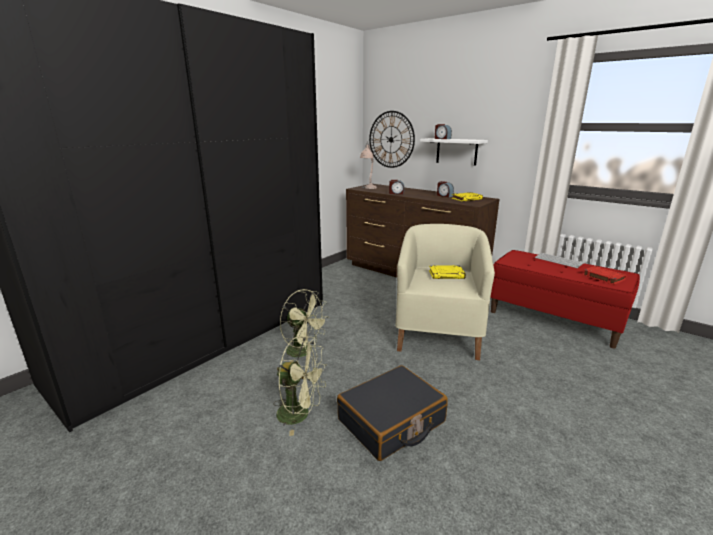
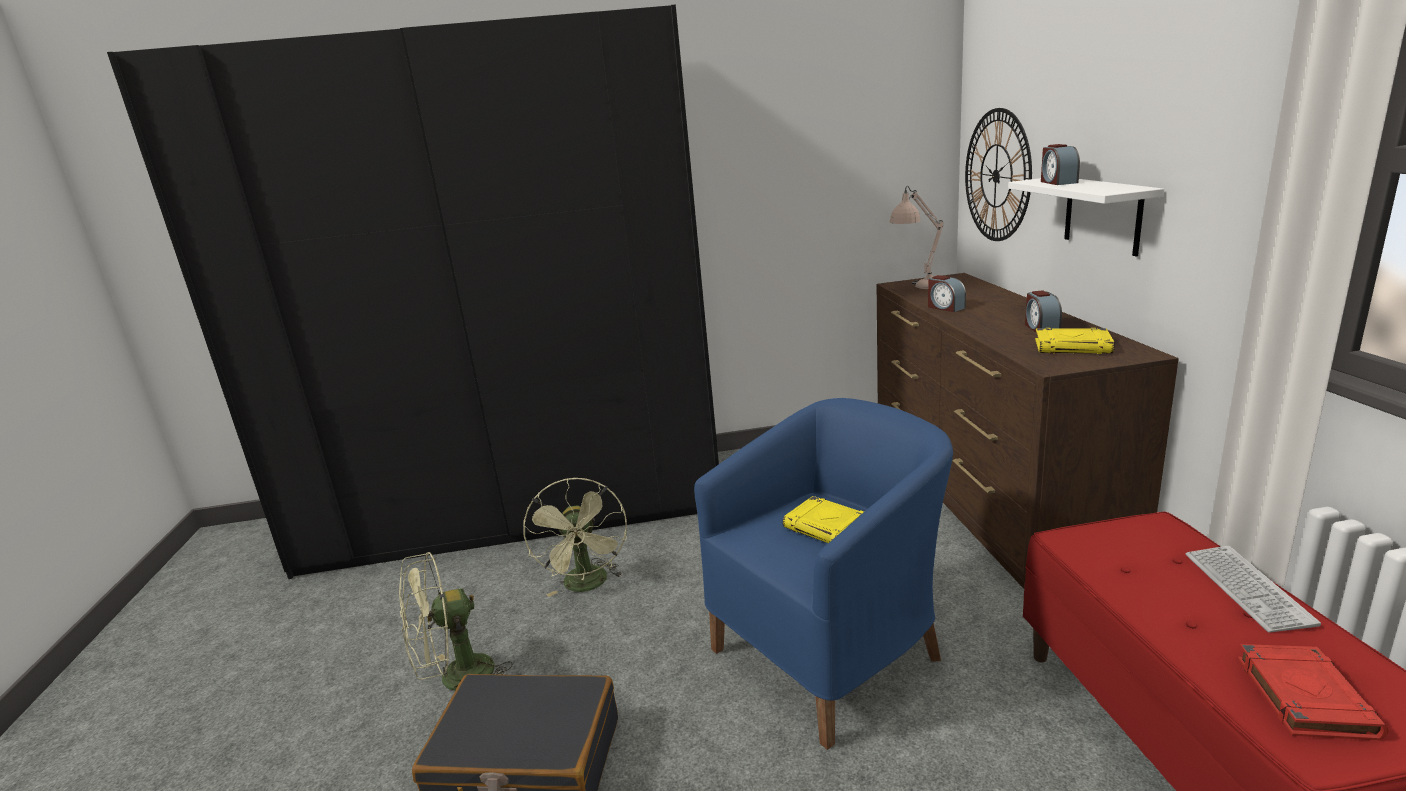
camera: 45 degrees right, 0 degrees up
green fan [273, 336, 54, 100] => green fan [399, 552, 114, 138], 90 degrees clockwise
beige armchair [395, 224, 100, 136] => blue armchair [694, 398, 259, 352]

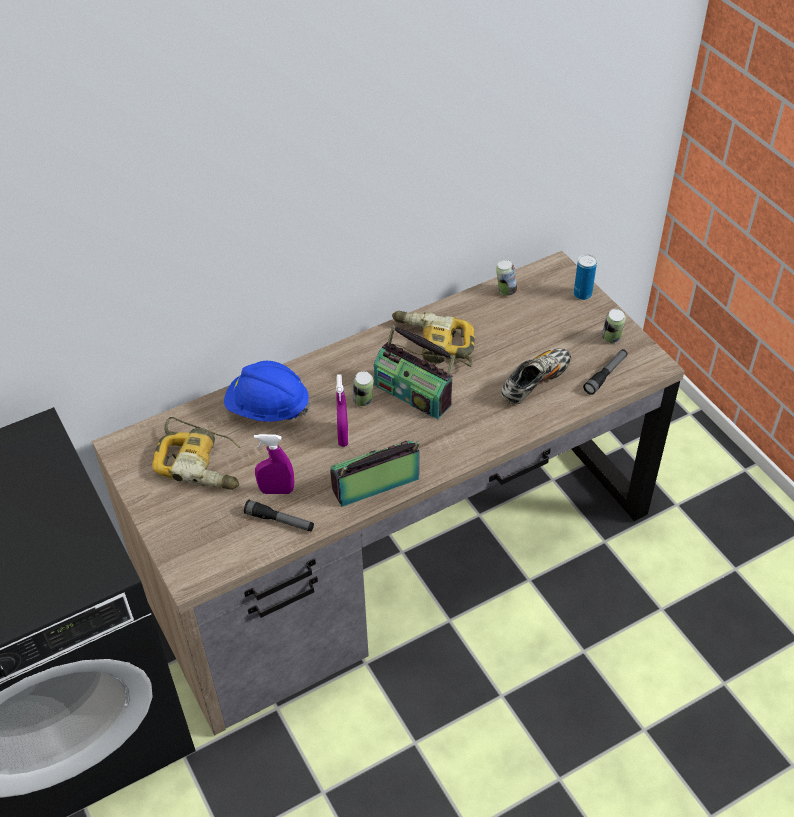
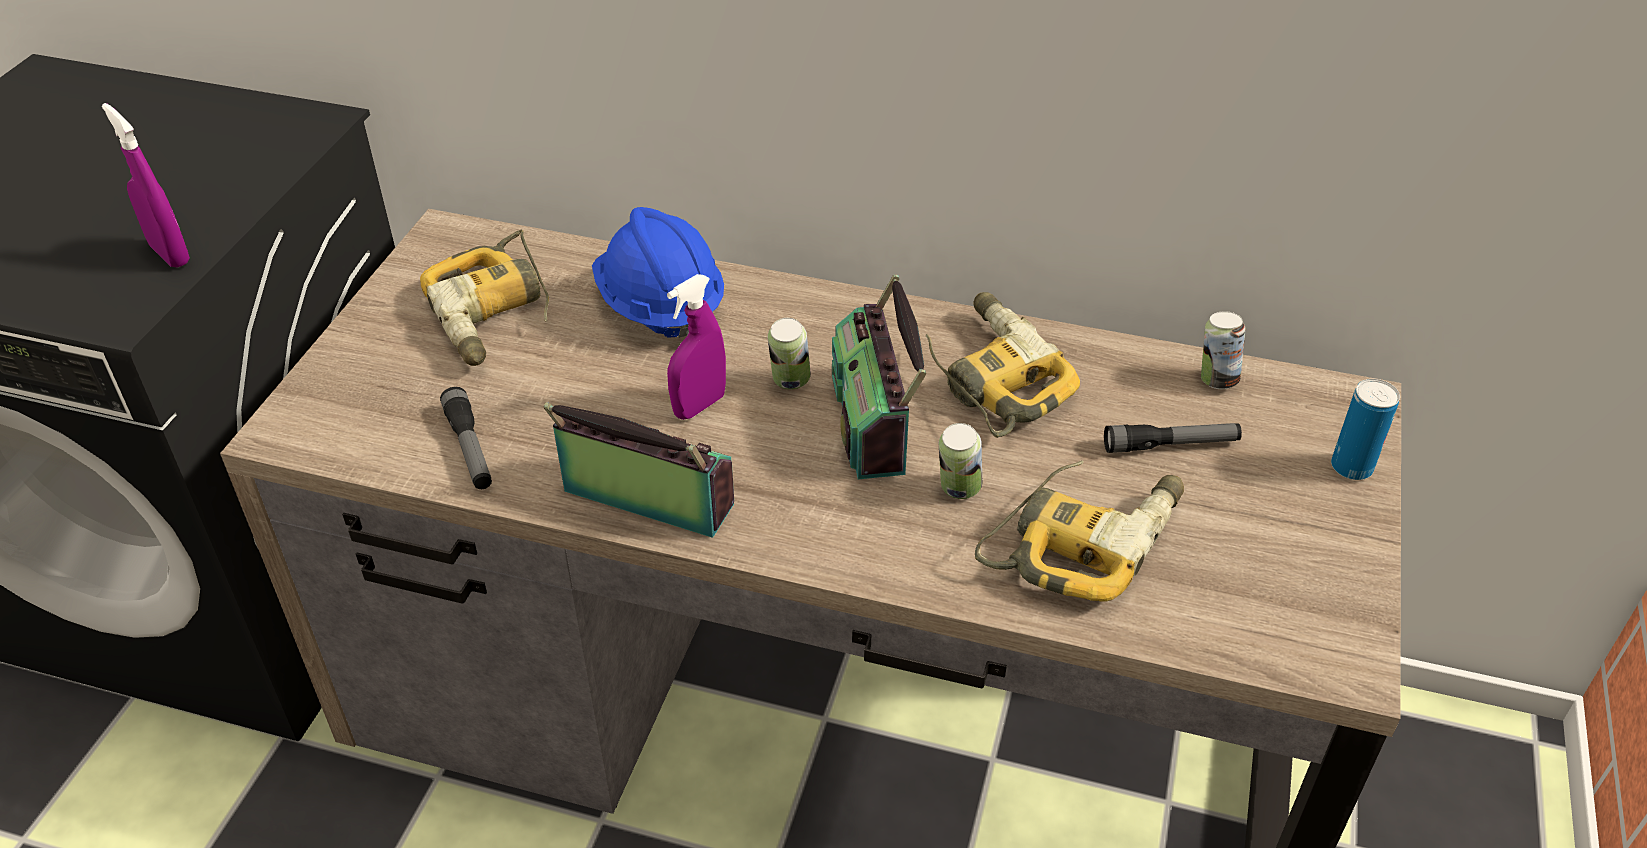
camera: 45 degrees right, 5 degrees down
purple spray bottle [254, 434, 40, 60] => purple spray bottle [102, 103, 88, 165], relocated
shoe [501, 349, 70, 55] => power drill [975, 461, 209, 141]
flashlight [583, 349, 45, 46] => flashlight [1104, 423, 138, 30], relocated
can [602, 309, 24, 34] => can [939, 423, 43, 76], relocated

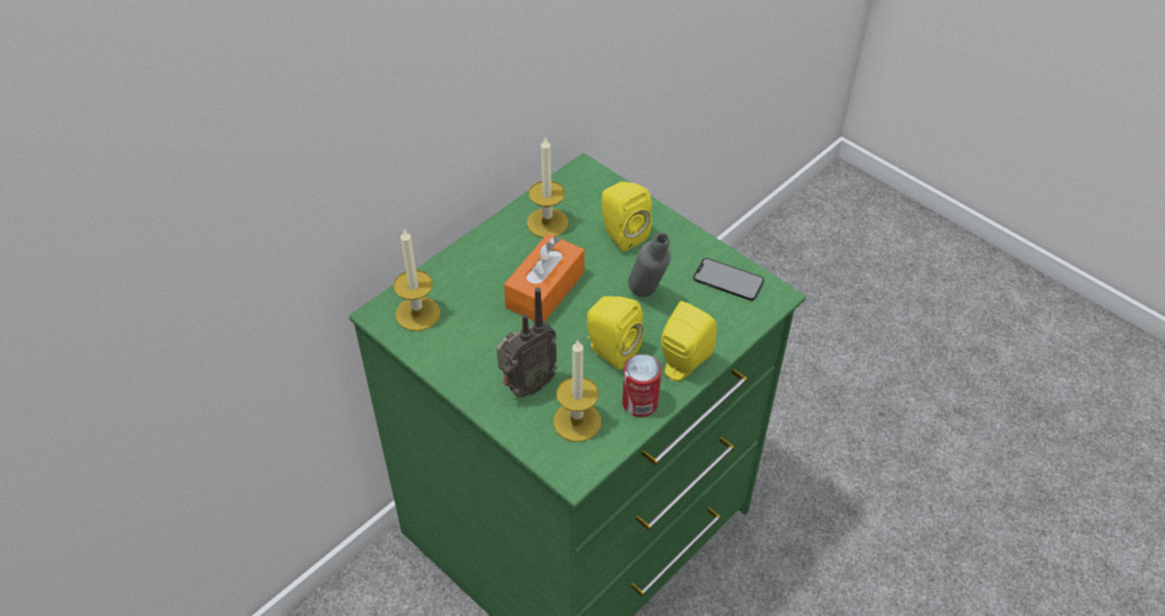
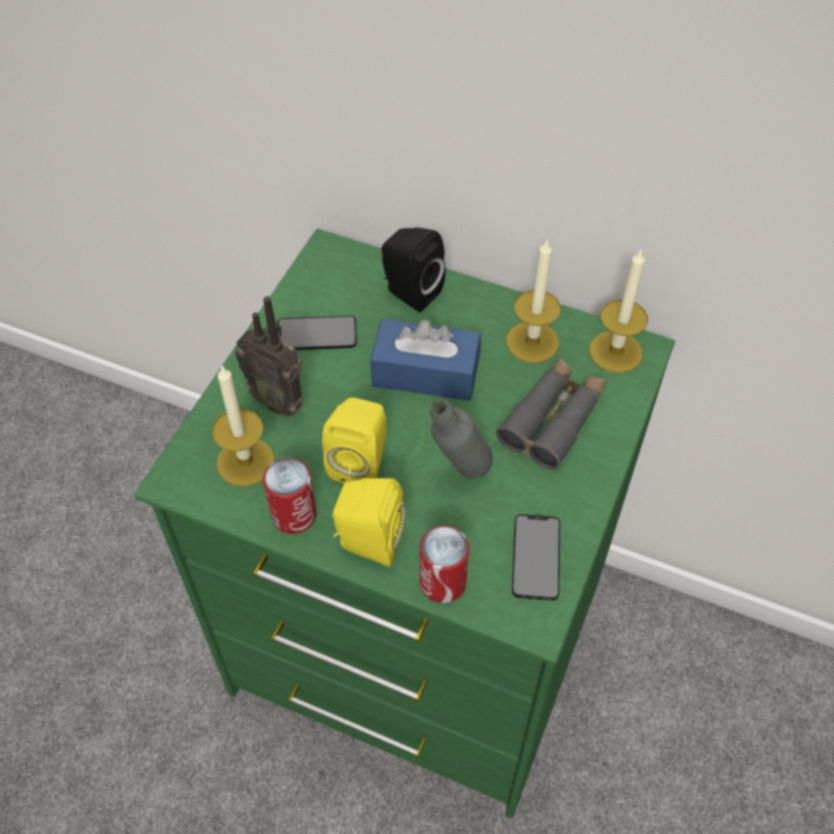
camera: 70 degrees right, 5 degrees up
candle [393, 228, 48, 103] => candle [589, 250, 59, 123], relocated
orange tissue box [504, 234, 80, 88] => blue tissue box [370, 319, 111, 82]
yellow speaker [601, 182, 51, 70] => grey binoculars [496, 357, 111, 112]
nothing => phone [277, 316, 80, 34]
nothing => black speaker [382, 227, 64, 85]
nothing => can [419, 526, 50, 77]

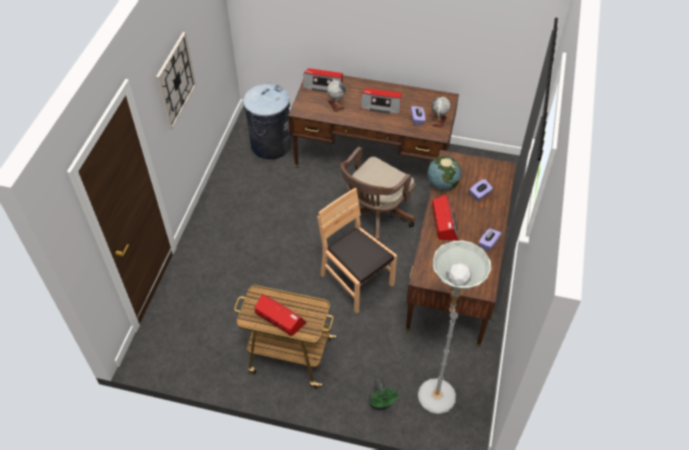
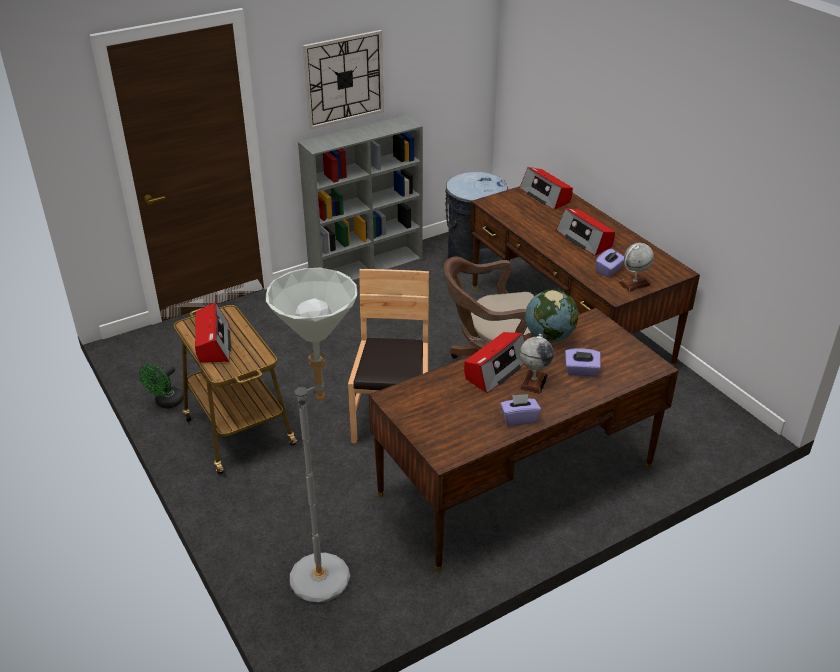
camera: 45 degrees right, 15 degrees down
globe [327, 79, 19, 33] => globe [520, 334, 34, 60], relocated
green fan [369, 379, 29, 31] => green fan [139, 363, 45, 46], relocated
nothing => grey bookcase [298, 115, 125, 166]

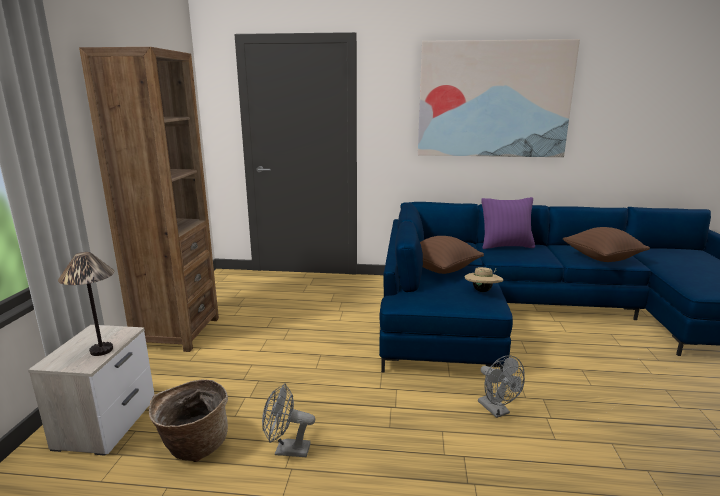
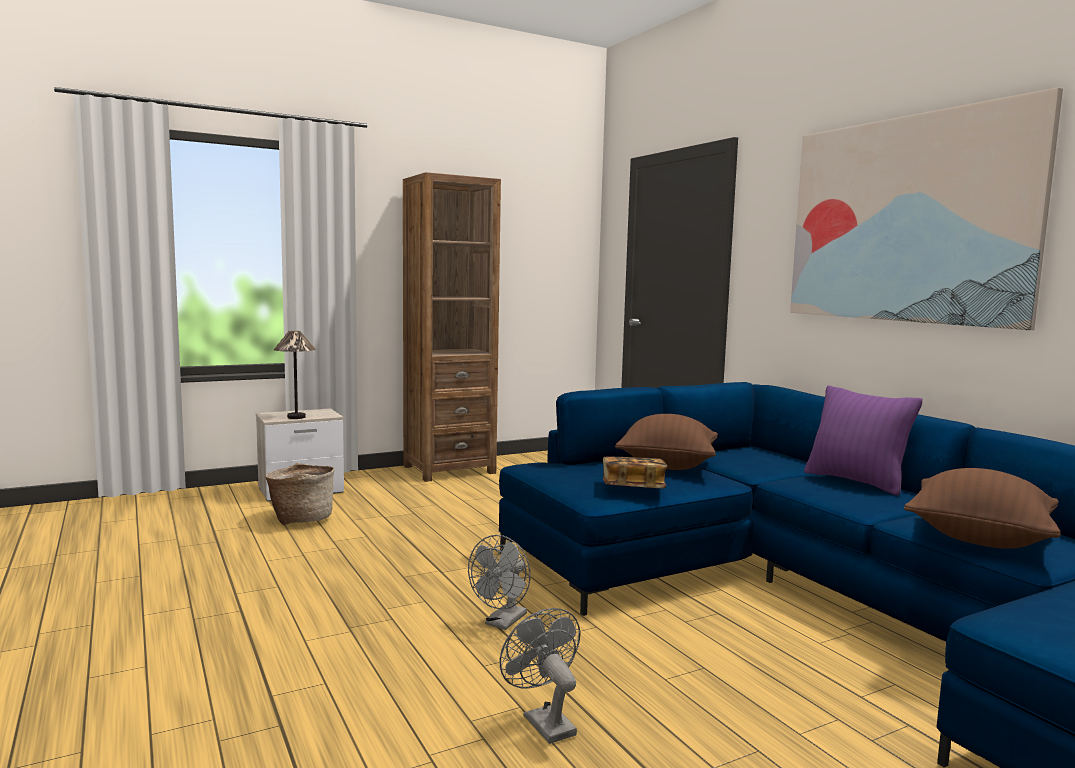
camera: 55 degrees right, 10 degrees down
grey fan [262, 383, 53, 74] => grey fan [500, 608, 81, 136], relocated
beige hat [465, 267, 38, 25] => book [603, 457, 65, 31]

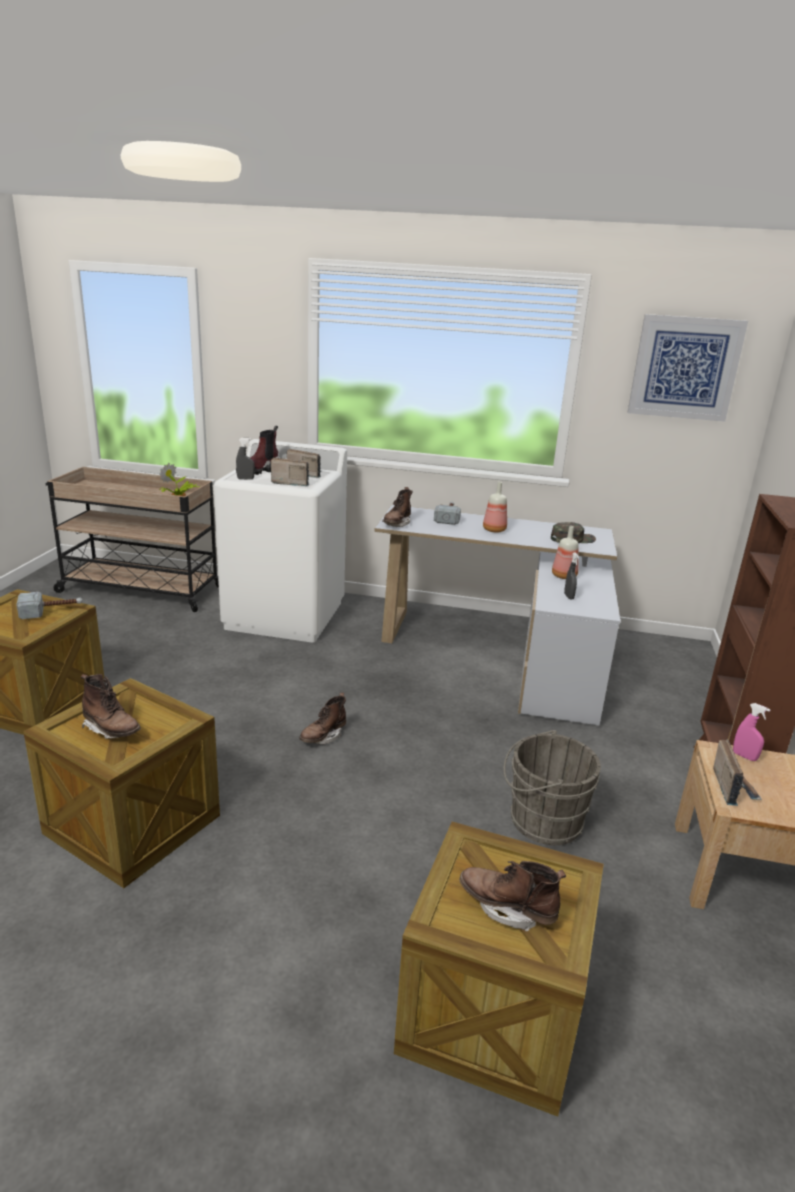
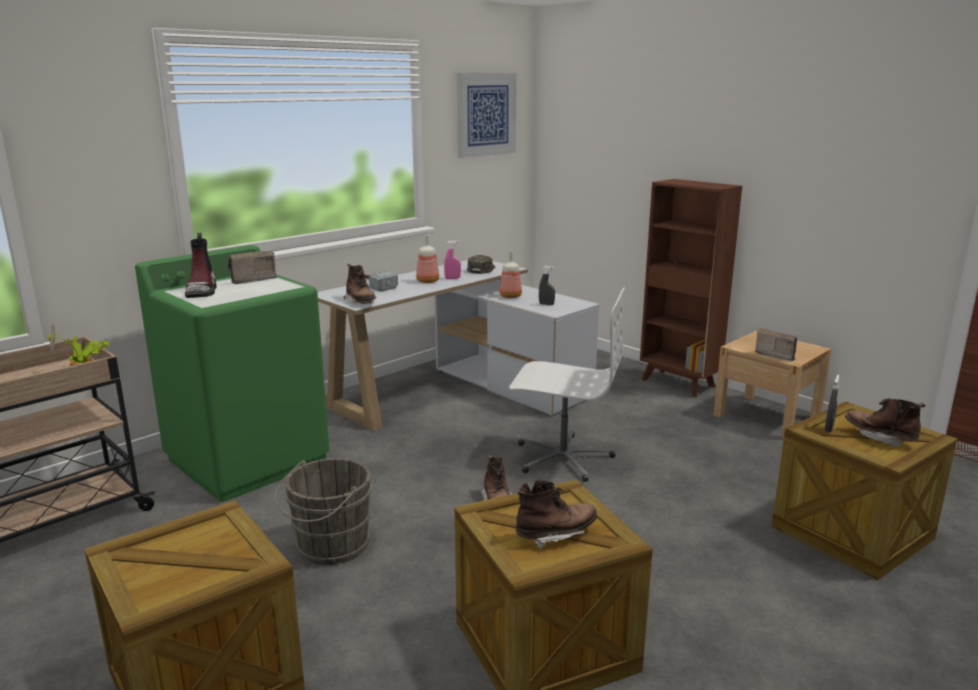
camera: 55 degrees left, 5 degrees down
hammer [16, 592, 67, 27] => nothing
white washing machine [214, 439, 133, 203] => green washing machine [135, 245, 194, 257]
grey spray bottle [236, 438, 19, 42] => grey spray bottle [824, 374, 16, 58], relocated
radio [271, 458, 38, 28] => nothing
brown boot [459, 861, 107, 70] => brown boot [845, 398, 80, 49], 75 degrees clockwise
grey bucket [503, 730, 98, 115] => grey bucket [275, 458, 97, 107], relocated
pink spray bottle [733, 703, 37, 58] => pink spray bottle [444, 240, 17, 39], relocated
nothing => white office chair [509, 287, 116, 195]

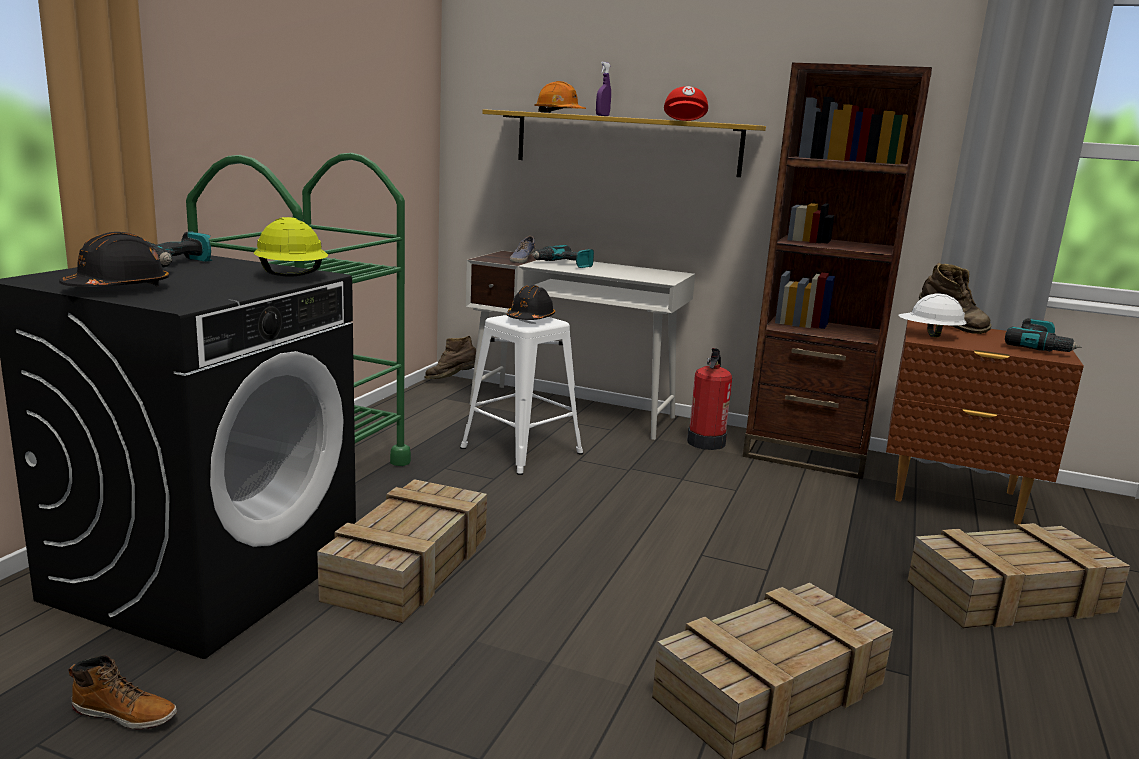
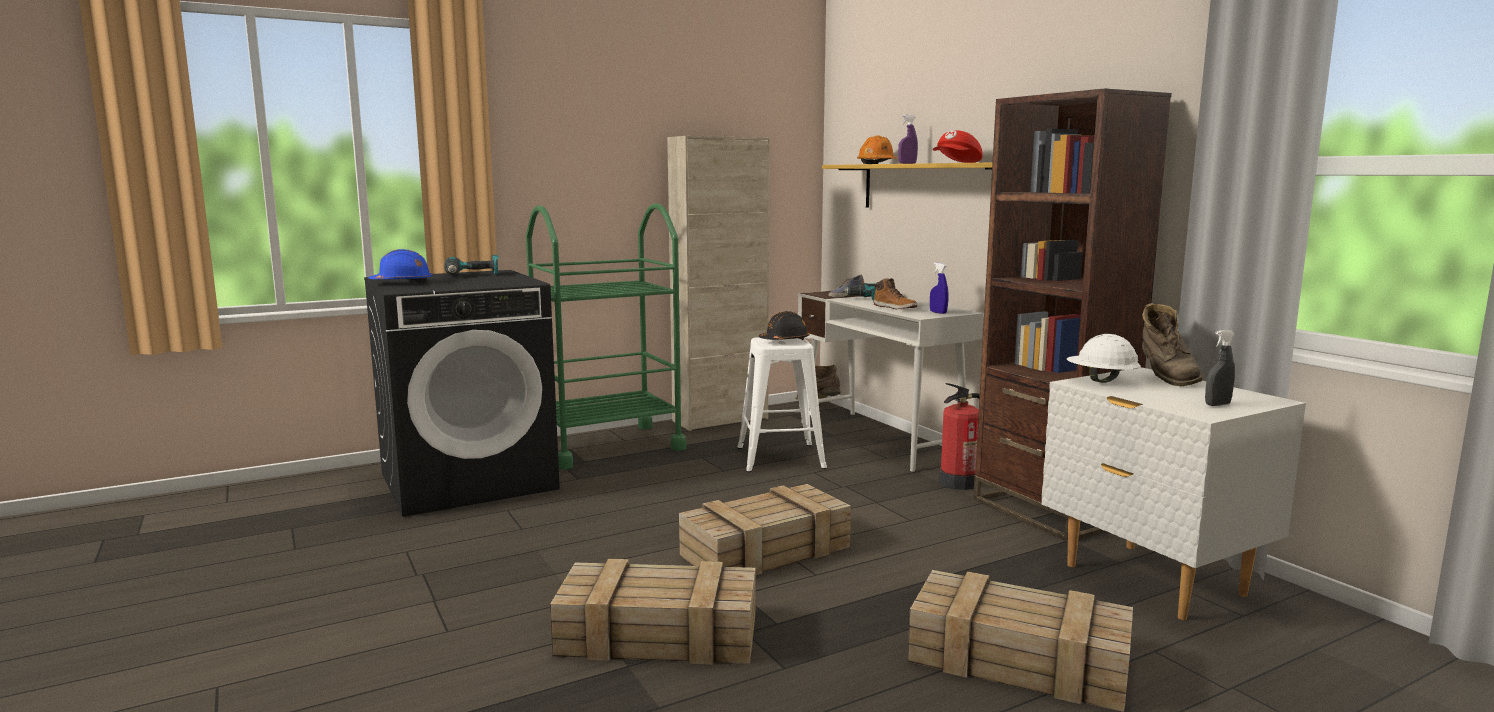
camera: 40 degrees right, 5 degrees down
black hard hat [59, 232, 110, 55] => blue hard hat [369, 249, 64, 34]
boot [68, 655, 109, 75] => boot [873, 278, 45, 31], relocated
yellow hard hat [254, 217, 74, 59] => nothing
crate [317, 479, 170, 144] => crate [679, 484, 172, 91], relocated
brown nightstand [886, 320, 198, 204] => white nightstand [1042, 367, 264, 253]
power drill [1005, 318, 77, 34] => grey spray bottle [1205, 330, 30, 76]
nothing => beige cabinet [667, 136, 103, 295]
nothing => blue spray bottle [930, 262, 18, 52]

